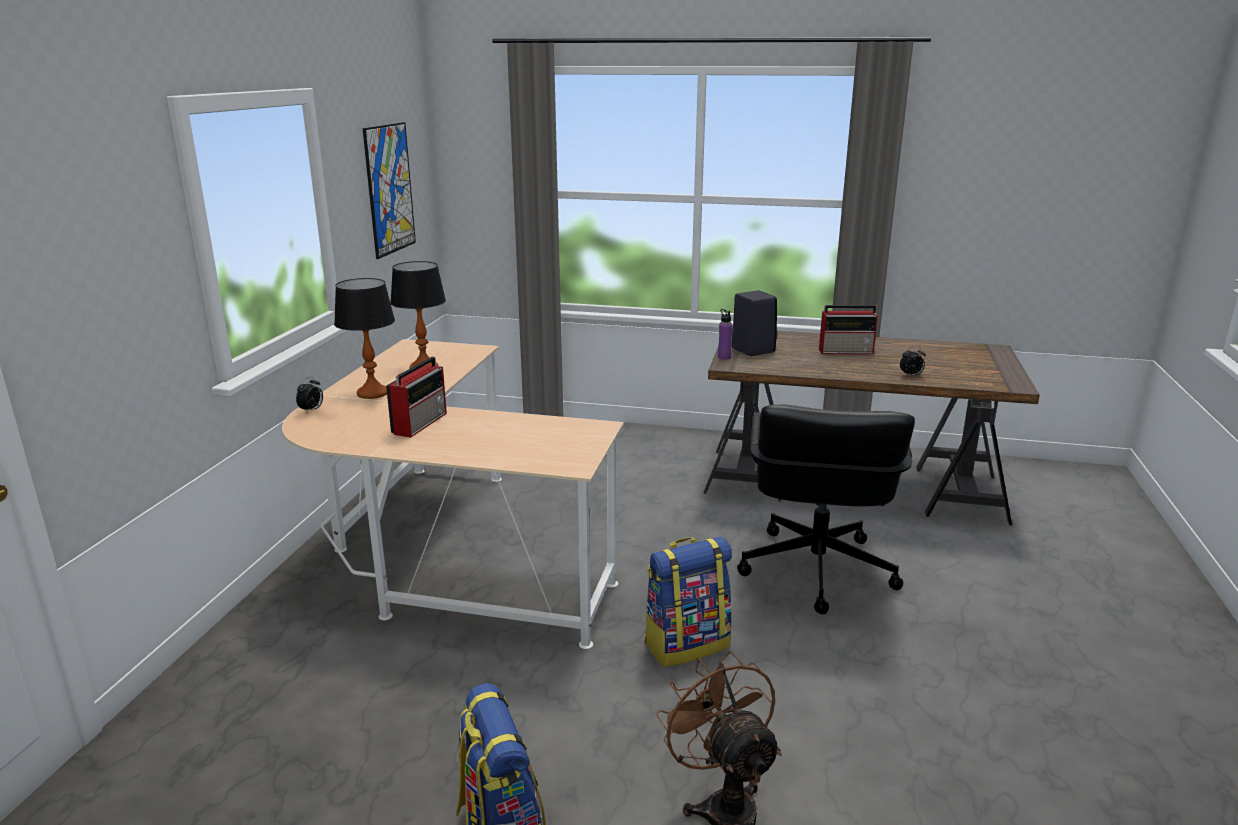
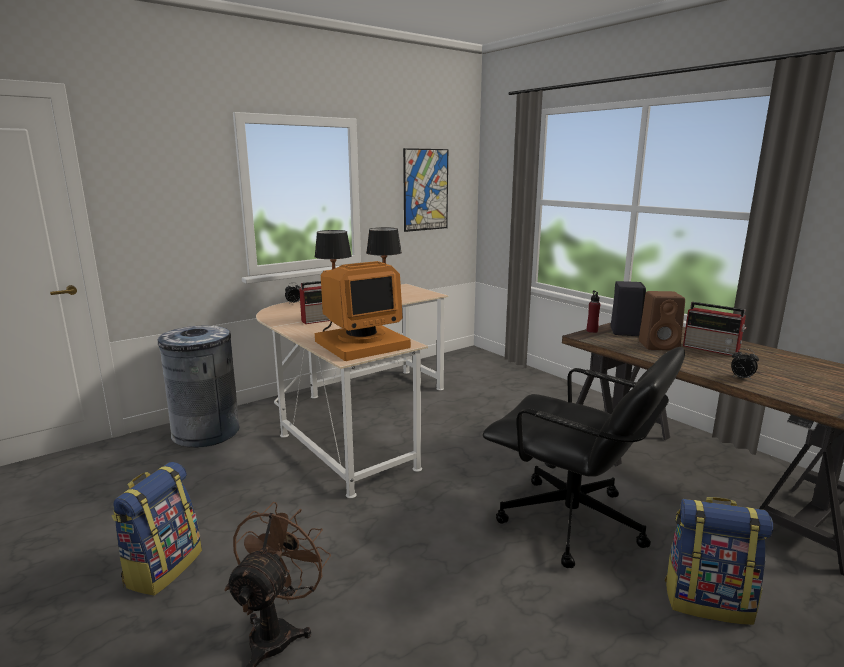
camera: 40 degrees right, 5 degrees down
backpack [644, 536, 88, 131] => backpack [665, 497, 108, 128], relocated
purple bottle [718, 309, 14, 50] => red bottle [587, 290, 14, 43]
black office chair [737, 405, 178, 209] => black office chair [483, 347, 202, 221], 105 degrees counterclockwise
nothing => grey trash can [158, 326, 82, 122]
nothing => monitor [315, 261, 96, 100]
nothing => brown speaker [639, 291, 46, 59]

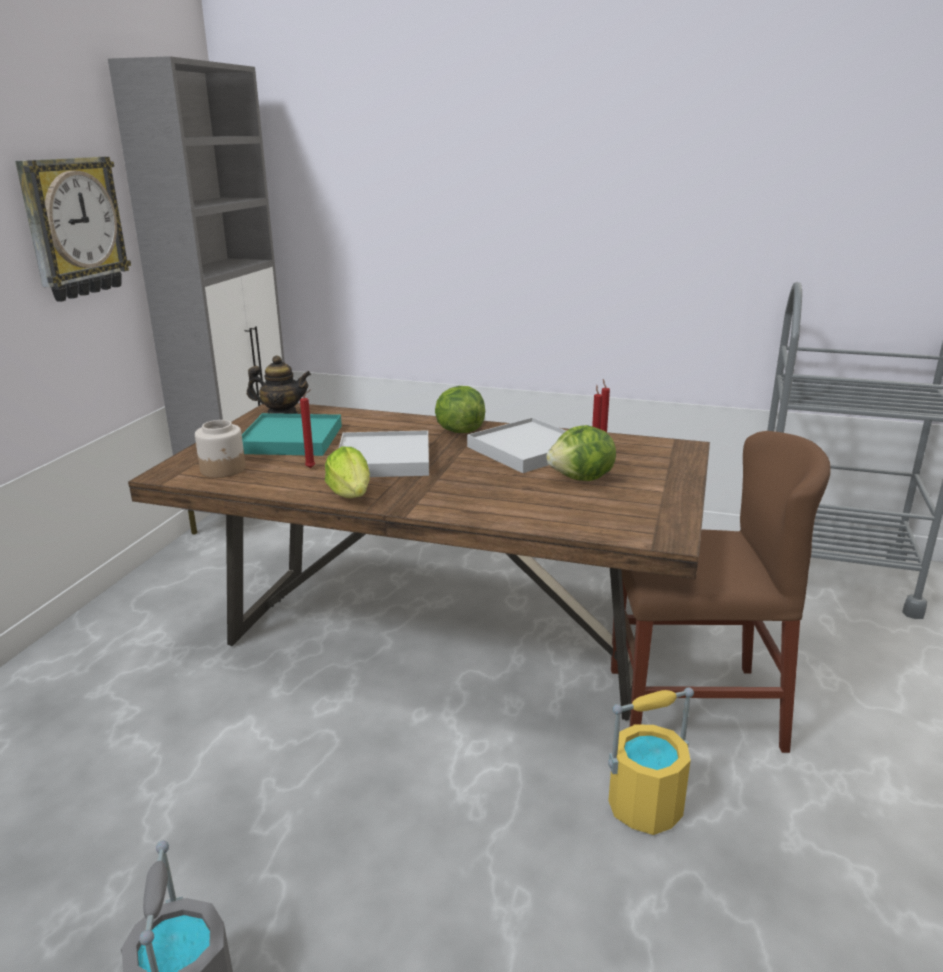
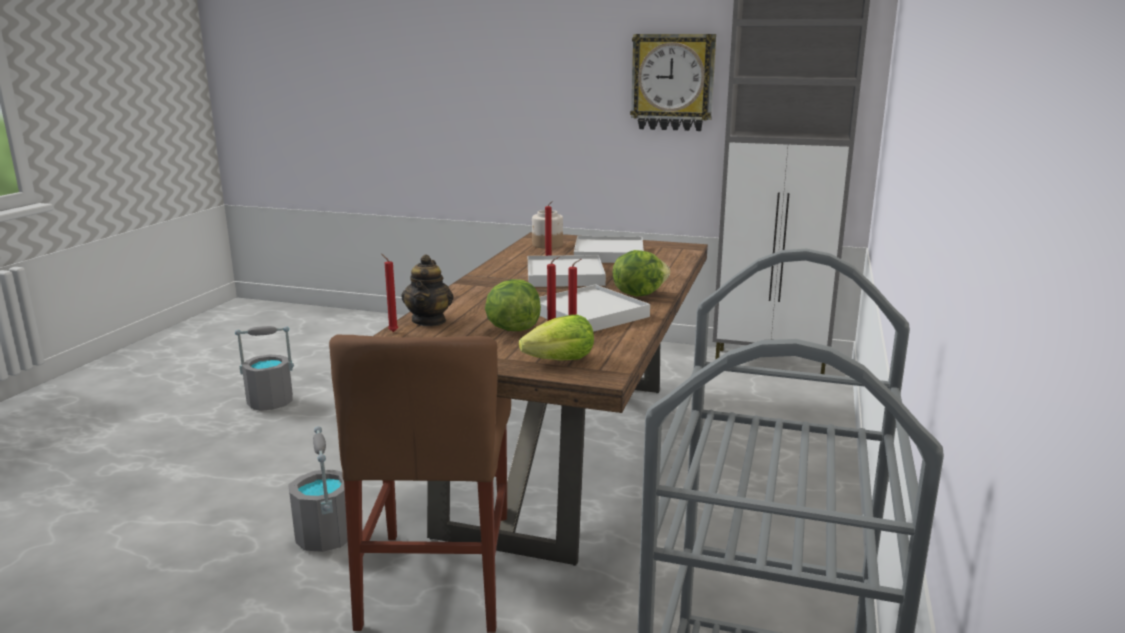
camera: 90 degrees right, 5 degrees down
turquoise tray [242, 413, 100, 43] => white tray [574, 236, 70, 27]
teapot [247, 355, 64, 59] => teapot [401, 254, 53, 72], relocated
lettuce [325, 447, 45, 51] => lettuce [519, 315, 75, 46], relocated
yellow bucket [608, 687, 86, 148] => grey bucket [288, 426, 60, 126]
nothing => red candle [381, 254, 17, 78]

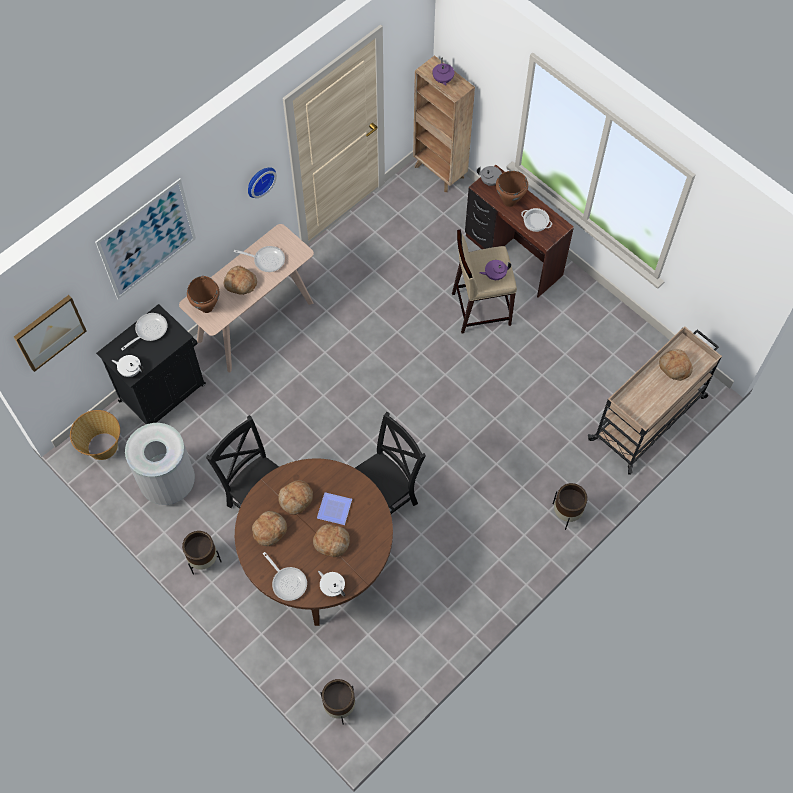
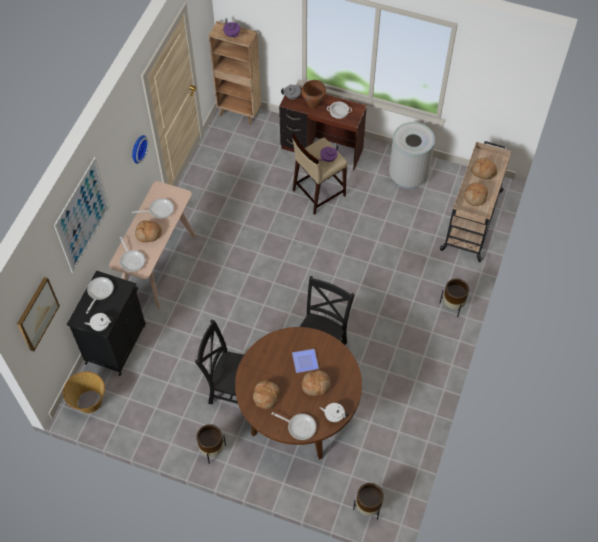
camera: 25 degrees left, 5 degrees down
grey trash can [125, 423, 70, 82] => grey trash can [389, 122, 46, 67], relocated
brown cooking pot [187, 276, 32, 37] => frying pan [120, 237, 25, 35]
bread [278, 480, 35, 35] => bread [464, 182, 24, 24], relocated

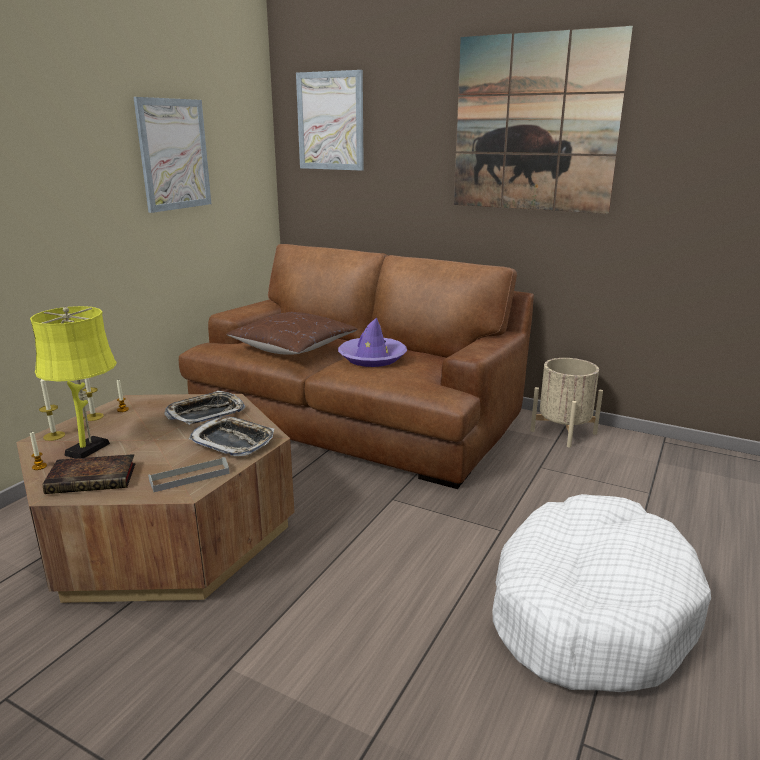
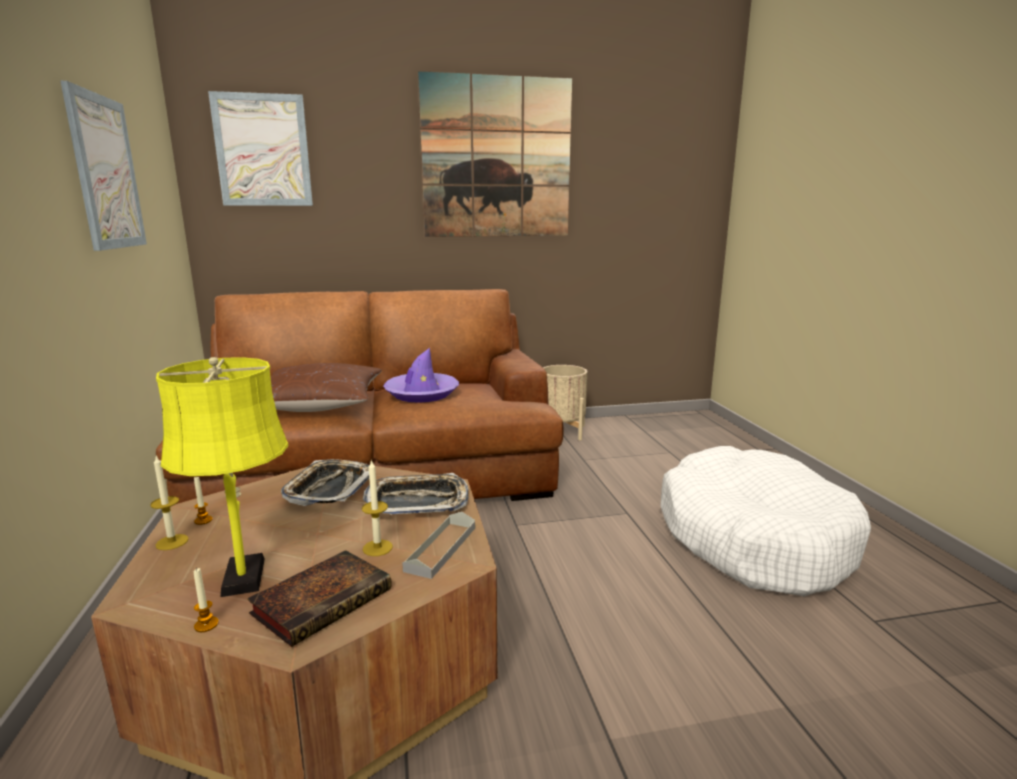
camera: 40 degrees left, 5 degrees down
candle [39, 379, 26, 62] => candle [362, 459, 31, 97], relocated

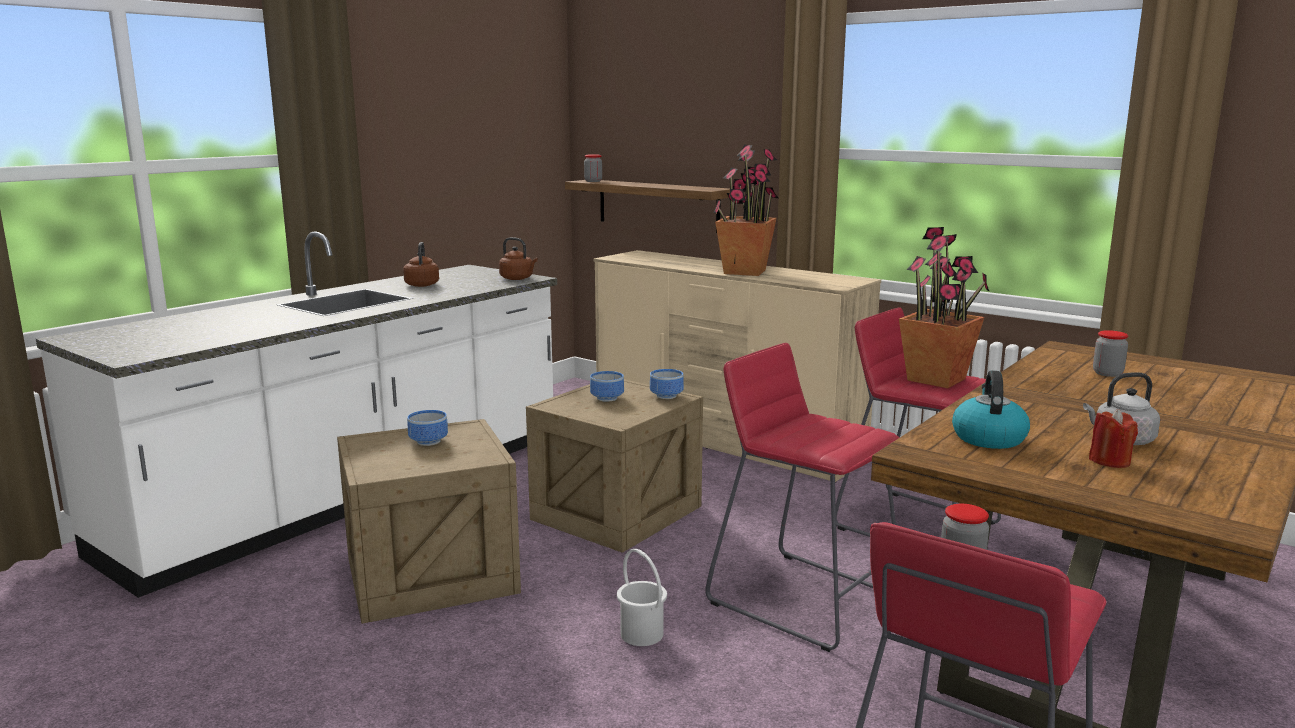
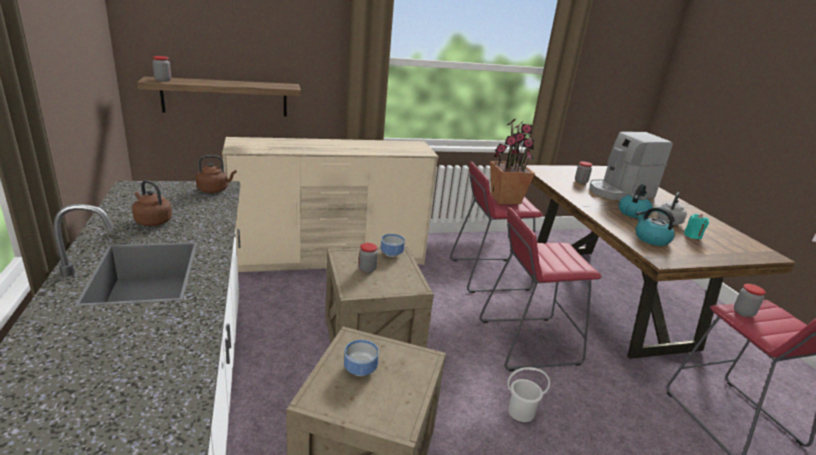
camera: 55 degrees left, 10 degrees up
bowl [590, 371, 34, 31] => jar [358, 243, 20, 30]
potted plant [714, 145, 64, 131] => nothing
red candle [1089, 409, 49, 59] => turquoise candle [684, 214, 25, 26]
nothing => coffee machine [590, 132, 83, 68]
nothing => kettle [619, 184, 34, 34]

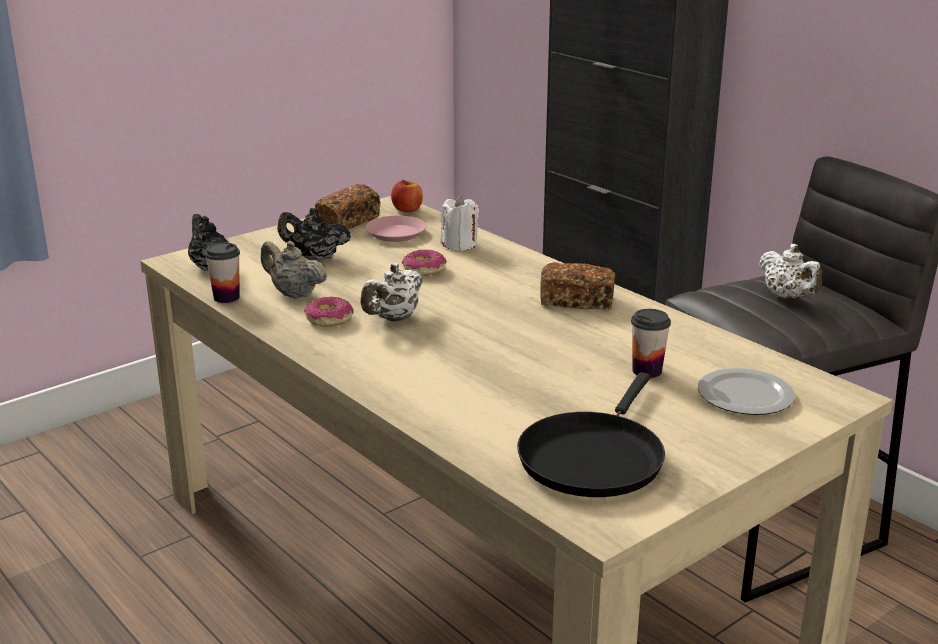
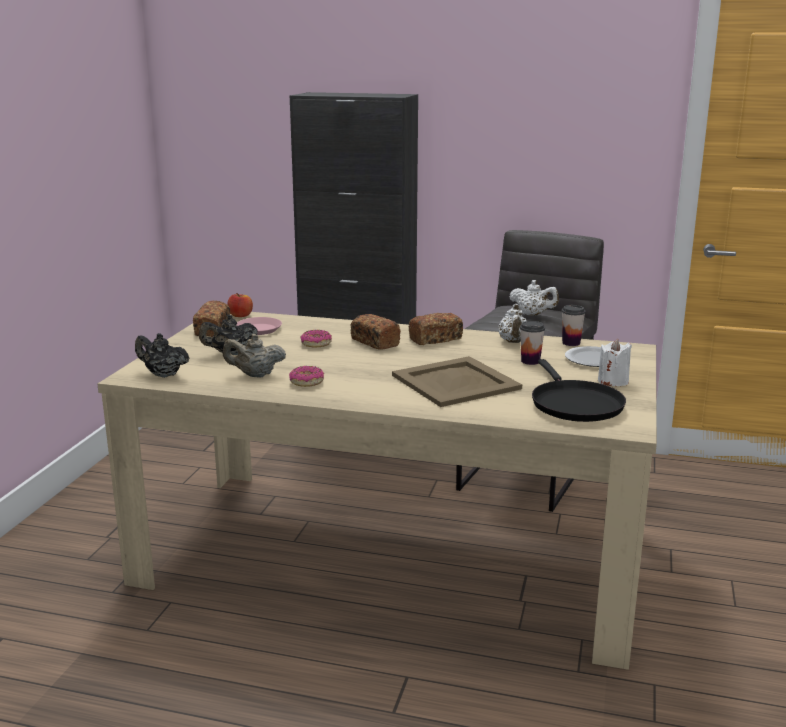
camera: 35 degrees left, 5 degrees down
cup [205, 242, 35, 61] => cup [562, 305, 24, 41], relocated
white teapot [360, 263, 63, 59] => white teapot [498, 304, 29, 39], relocated
white candle [441, 196, 38, 55] => white candle [598, 339, 34, 47], relocated
nothing => bread [351, 314, 50, 36]
nothing => beige tray [392, 356, 130, 51]

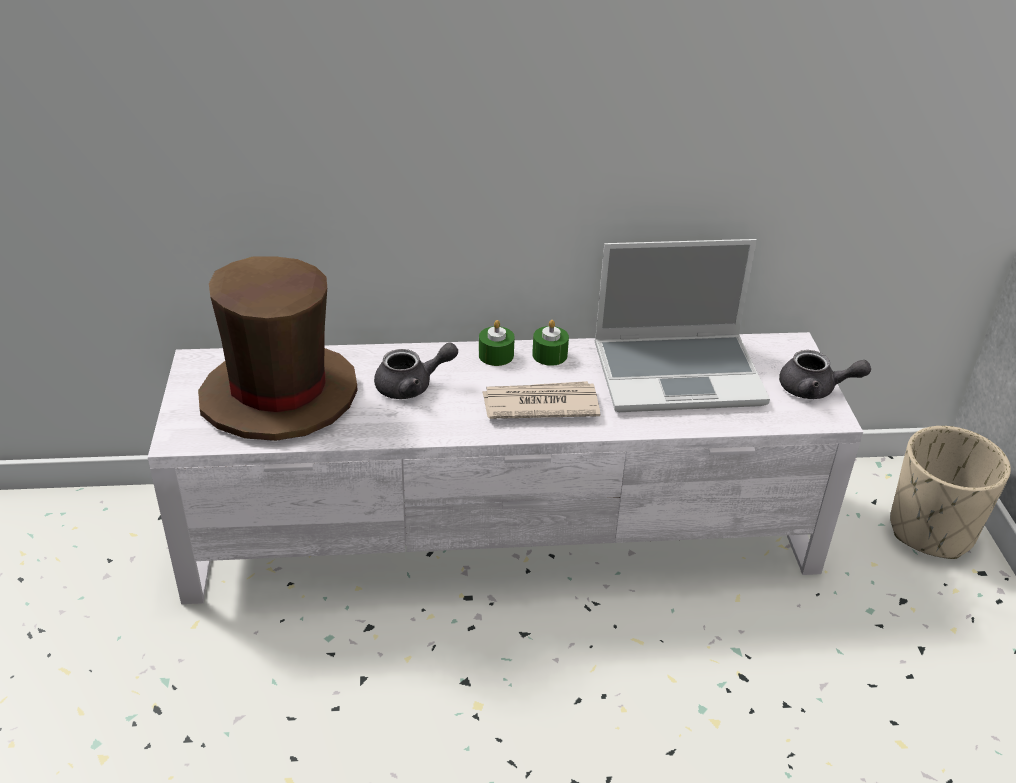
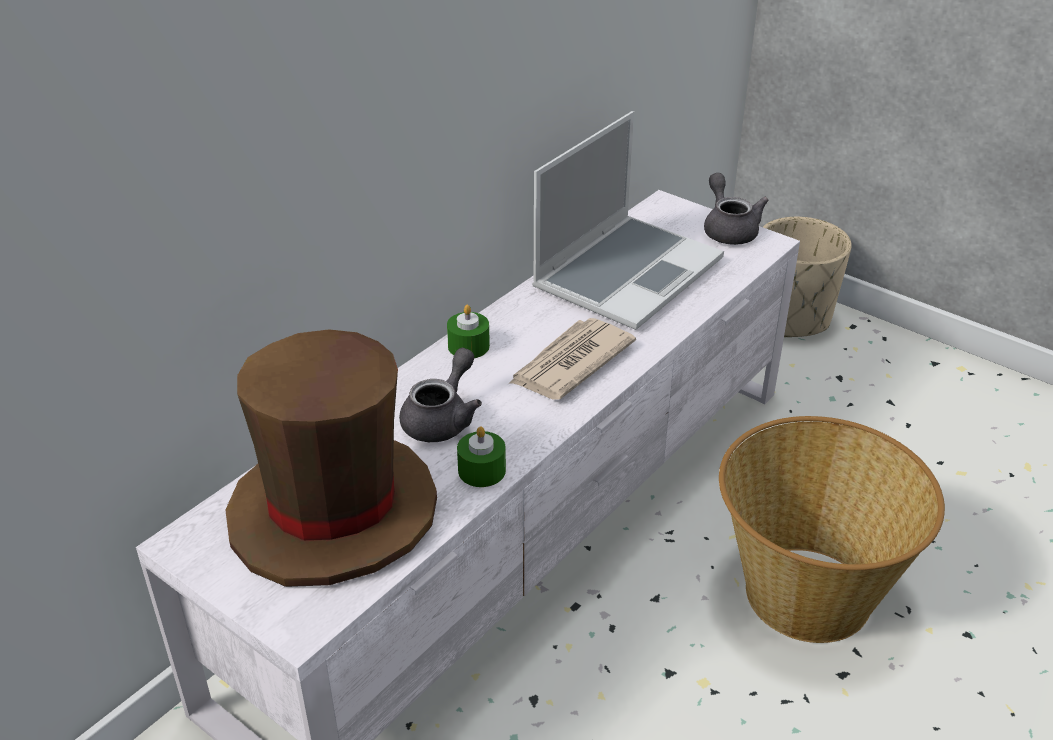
camera: 45 degrees left, 0 degrees up
green candle [532, 320, 37, 46] => green candle [457, 426, 49, 61], relocated
grey teapot [779, 350, 92, 49] => grey teapot [704, 173, 65, 72], 75 degrees counterclockwise
nothing => basket [719, 416, 226, 227]

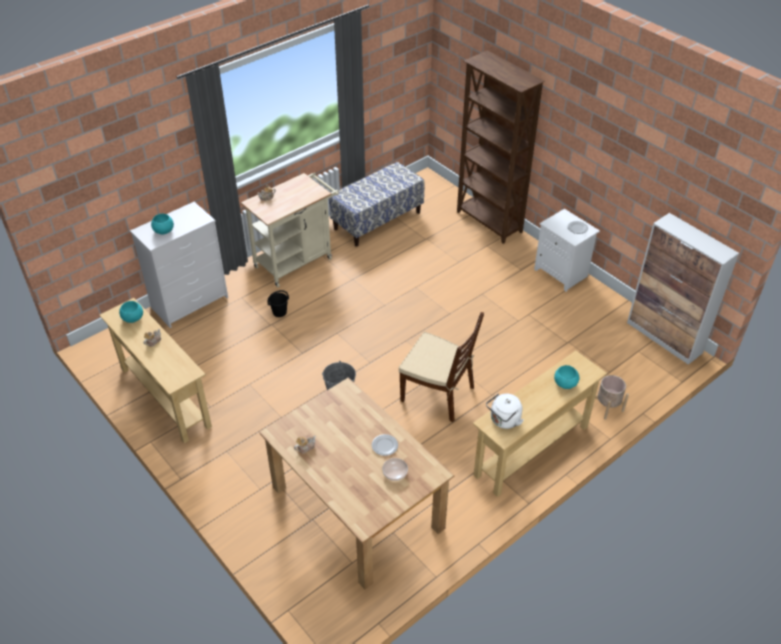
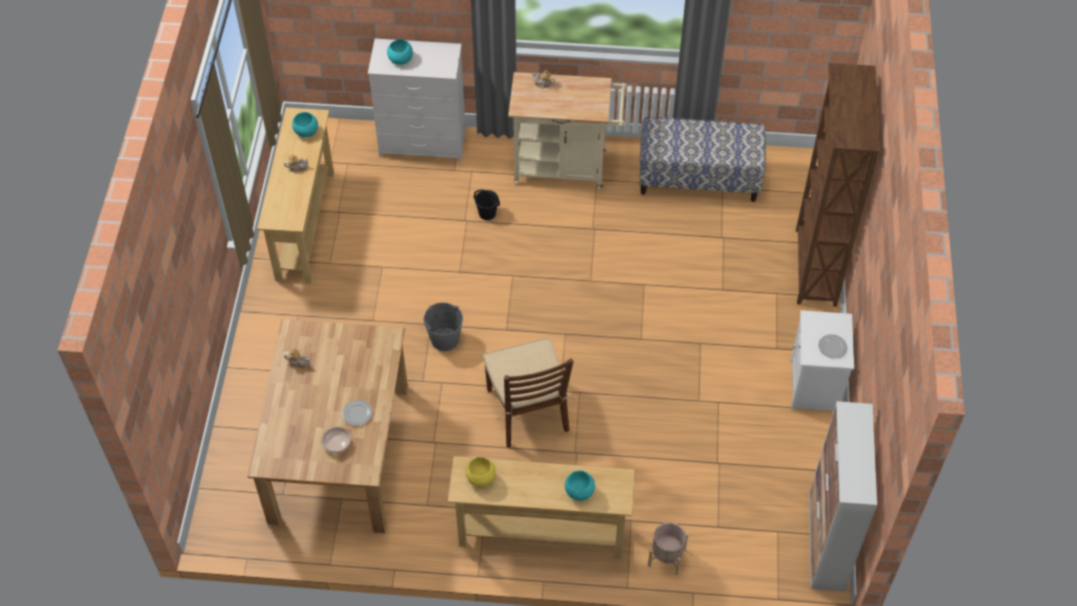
camera: 45 degrees right, 10 degrees up
white kettle [486, 393, 38, 36] => yellow bowl [466, 457, 30, 30]

